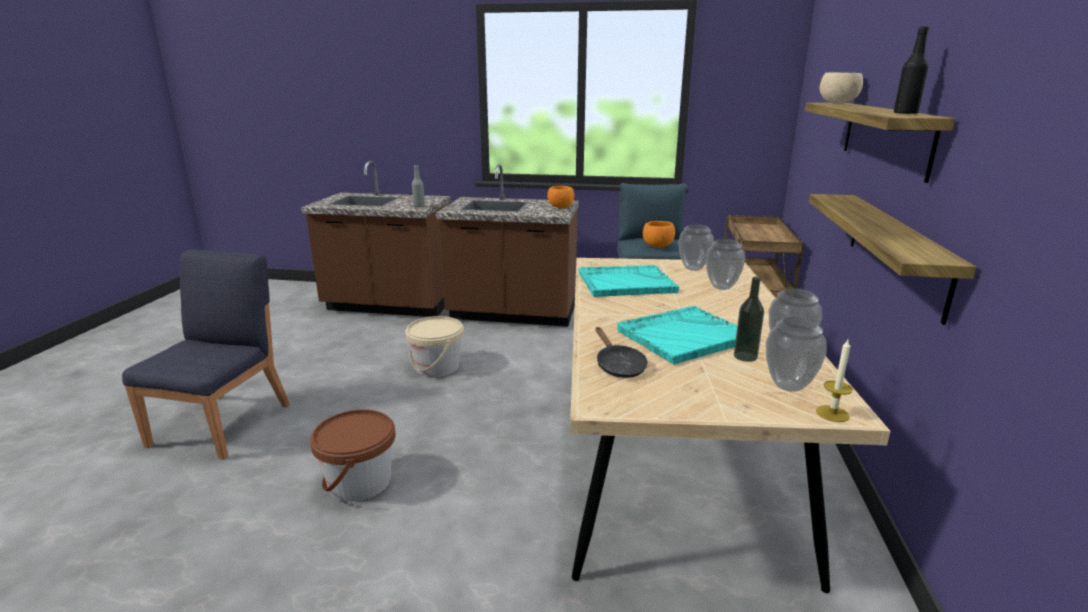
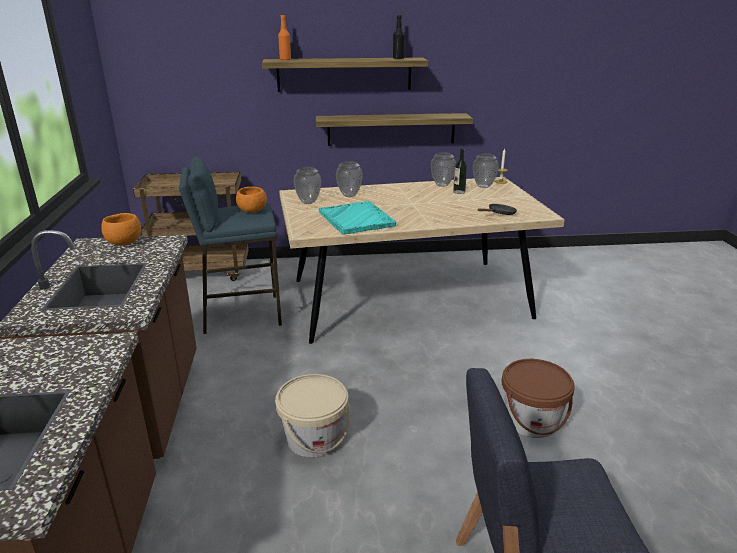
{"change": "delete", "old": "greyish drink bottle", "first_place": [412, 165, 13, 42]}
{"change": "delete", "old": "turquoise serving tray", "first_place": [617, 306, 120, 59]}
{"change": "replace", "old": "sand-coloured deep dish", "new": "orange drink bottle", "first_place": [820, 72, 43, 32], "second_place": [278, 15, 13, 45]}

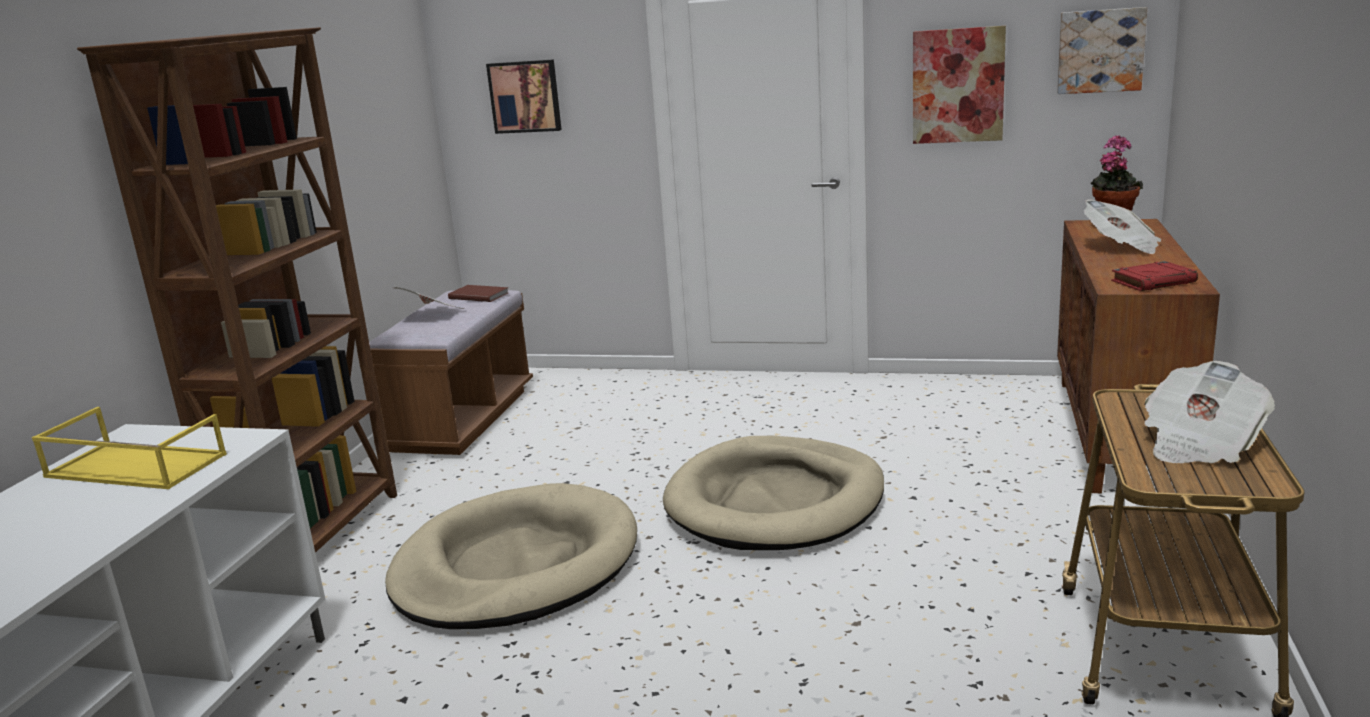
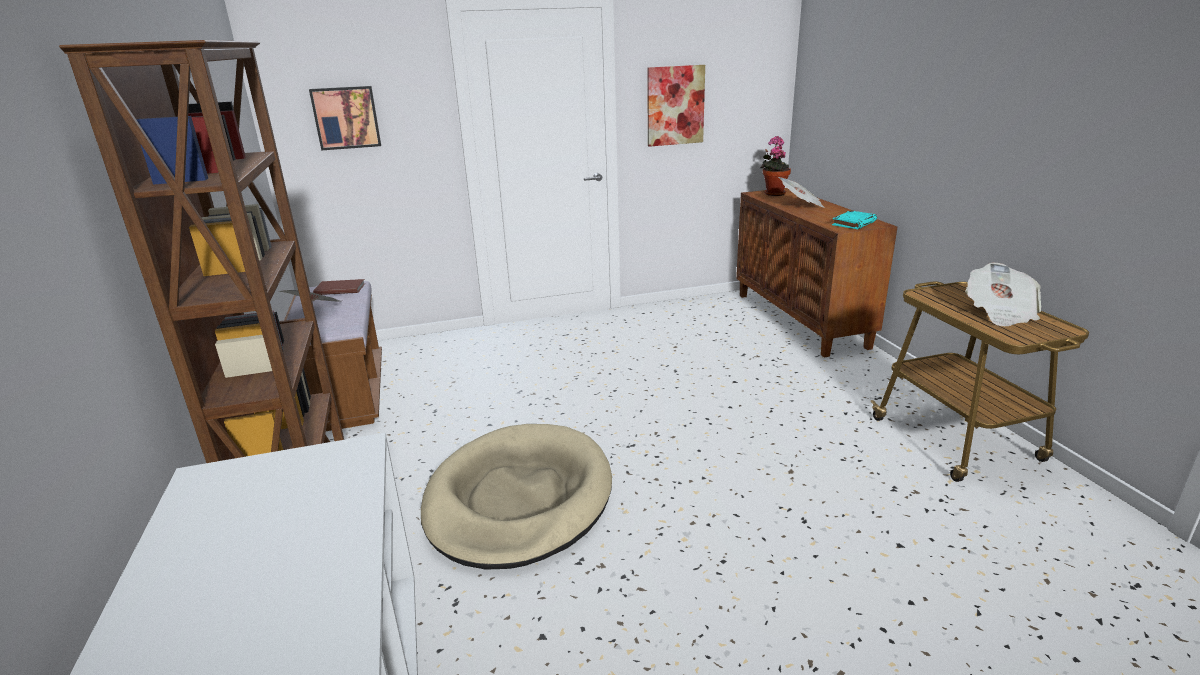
{"change": "delete", "old": "yellow serving tray", "first_place": [32, 407, 195, 82]}
{"change": "delete", "old": "sand-coloured dog bed", "first_place": [663, 436, 221, 114]}
{"change": "delete", "old": "wall art", "first_place": [1057, 7, 90, 87]}
{"change": "recolor", "old": "red volume", "new": "turquoise volume", "first_place": [1111, 261, 87, 30], "second_place": [832, 211, 45, 18]}

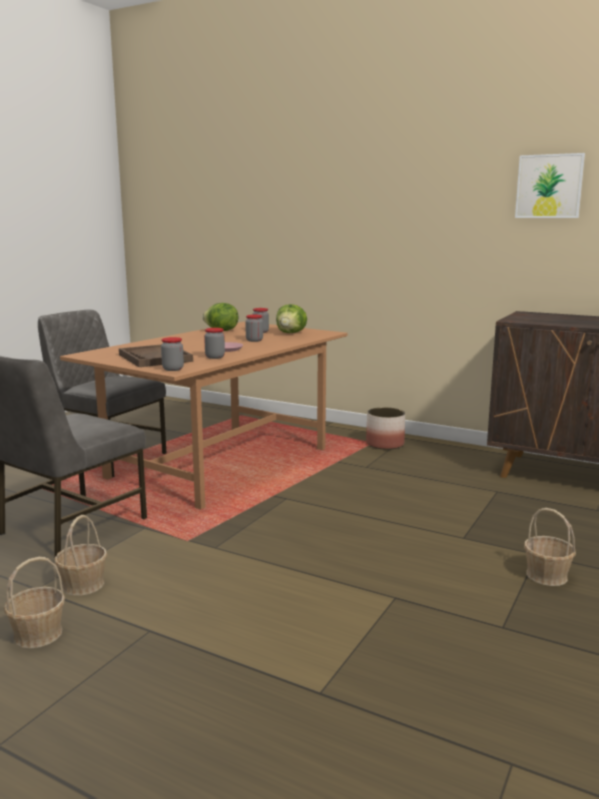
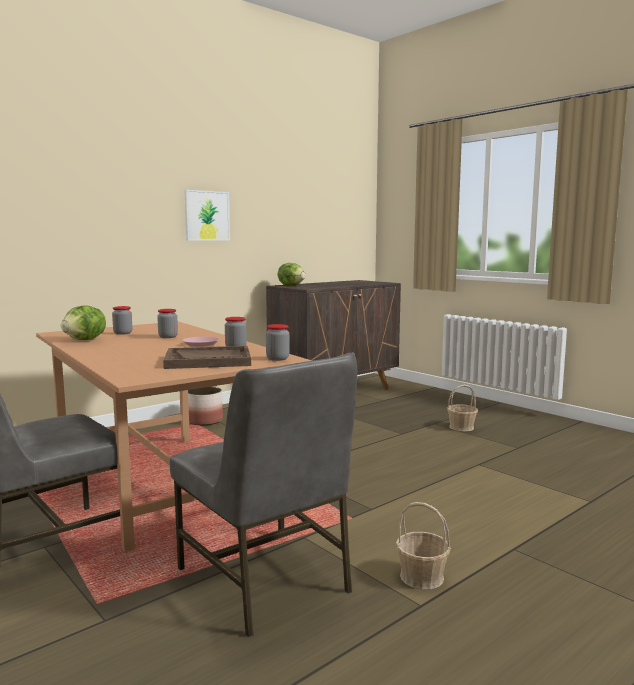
{"change": "delete", "old": "basket", "first_place": [4, 557, 61, 92]}
{"change": "move", "old": "lettuce head", "first_place": [276, 304, 31, 29], "second_place": [278, 263, 28, 23]}
{"change": "move", "old": "wall art", "first_place": [515, 153, 70, 65], "second_place": [185, 190, 45, 51]}

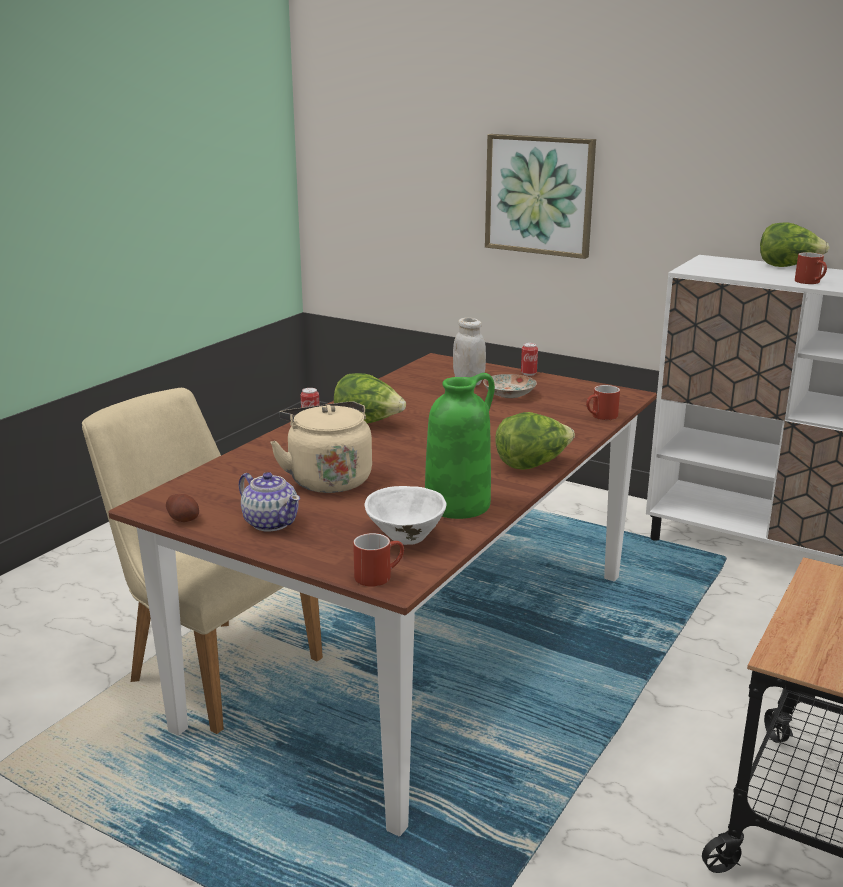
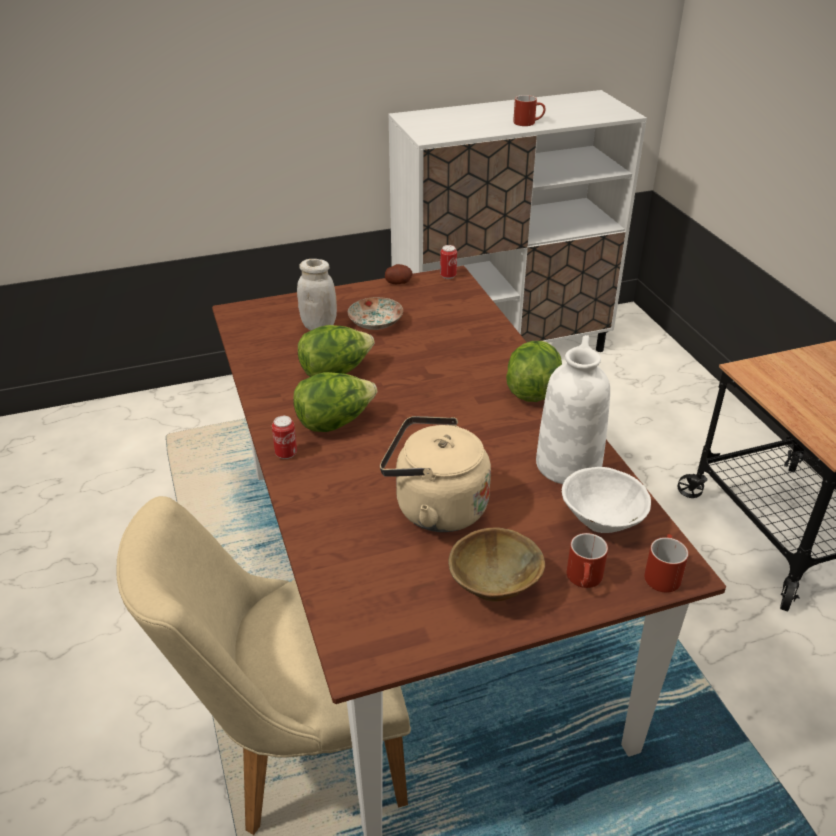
{"change": "move", "old": "potato", "first_place": [166, 494, 33, 28], "second_place": [385, 264, 28, 20]}
{"change": "replace", "old": "pot for tea", "new": "brown deep dish", "first_place": [239, 472, 61, 59], "second_place": [448, 527, 97, 74]}
{"change": "recolor", "old": "greenish flower vase", "new": "whitish flower vase", "first_place": [425, 373, 70, 146], "second_place": [536, 335, 74, 149]}
{"change": "delete", "old": "wall art", "first_place": [485, 134, 111, 125]}
{"change": "move", "old": "sealed can", "first_place": [521, 343, 17, 33], "second_place": [440, 245, 17, 34]}
{"change": "move", "old": "red tea mug", "first_place": [586, 385, 34, 35], "second_place": [567, 533, 41, 55]}
{"change": "move", "old": "lettuce head", "first_place": [760, 222, 69, 45], "second_place": [298, 325, 76, 52]}

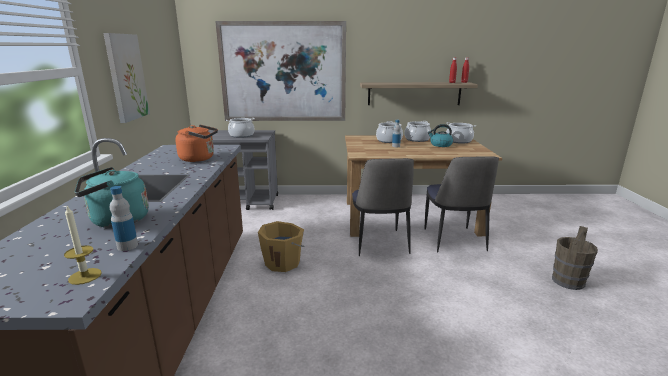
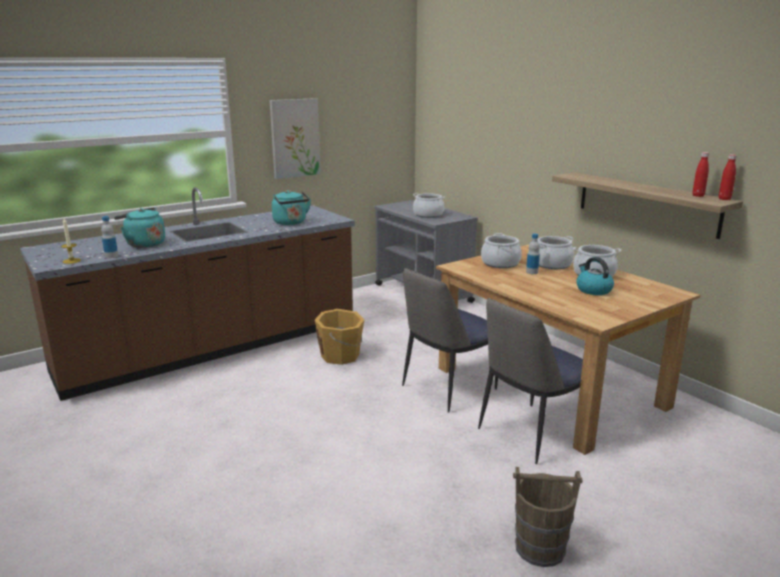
{"change": "recolor", "old": "orange tea kettle", "new": "turquoise tea kettle", "first_place": [175, 125, 43, 37], "second_place": [272, 190, 39, 35]}
{"change": "delete", "old": "wall art", "first_place": [215, 21, 131, 100]}
{"change": "move", "old": "stockpot", "first_place": [446, 122, 30, 22], "second_place": [481, 233, 41, 35]}

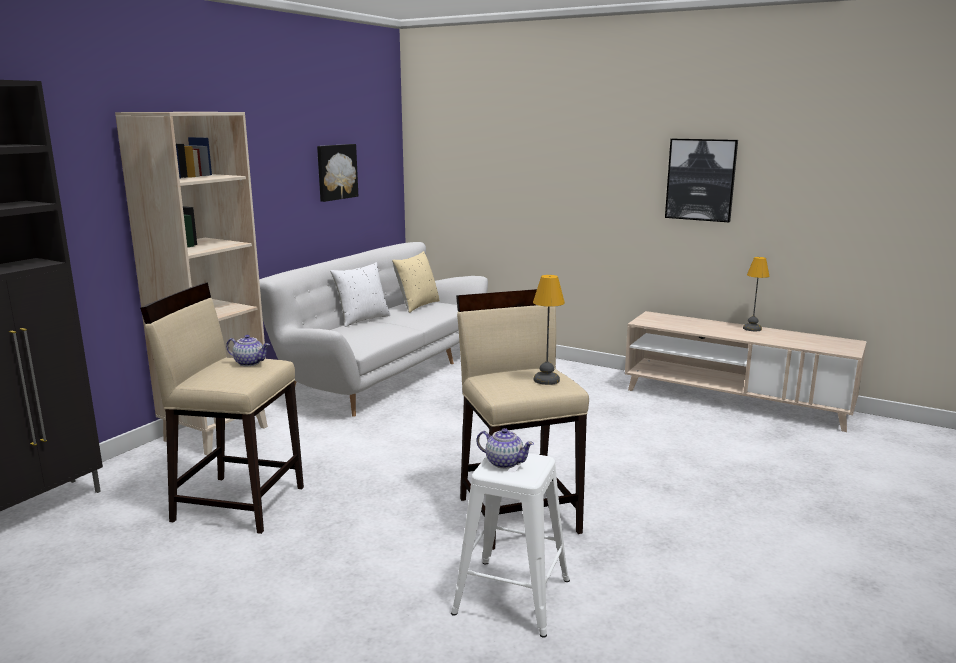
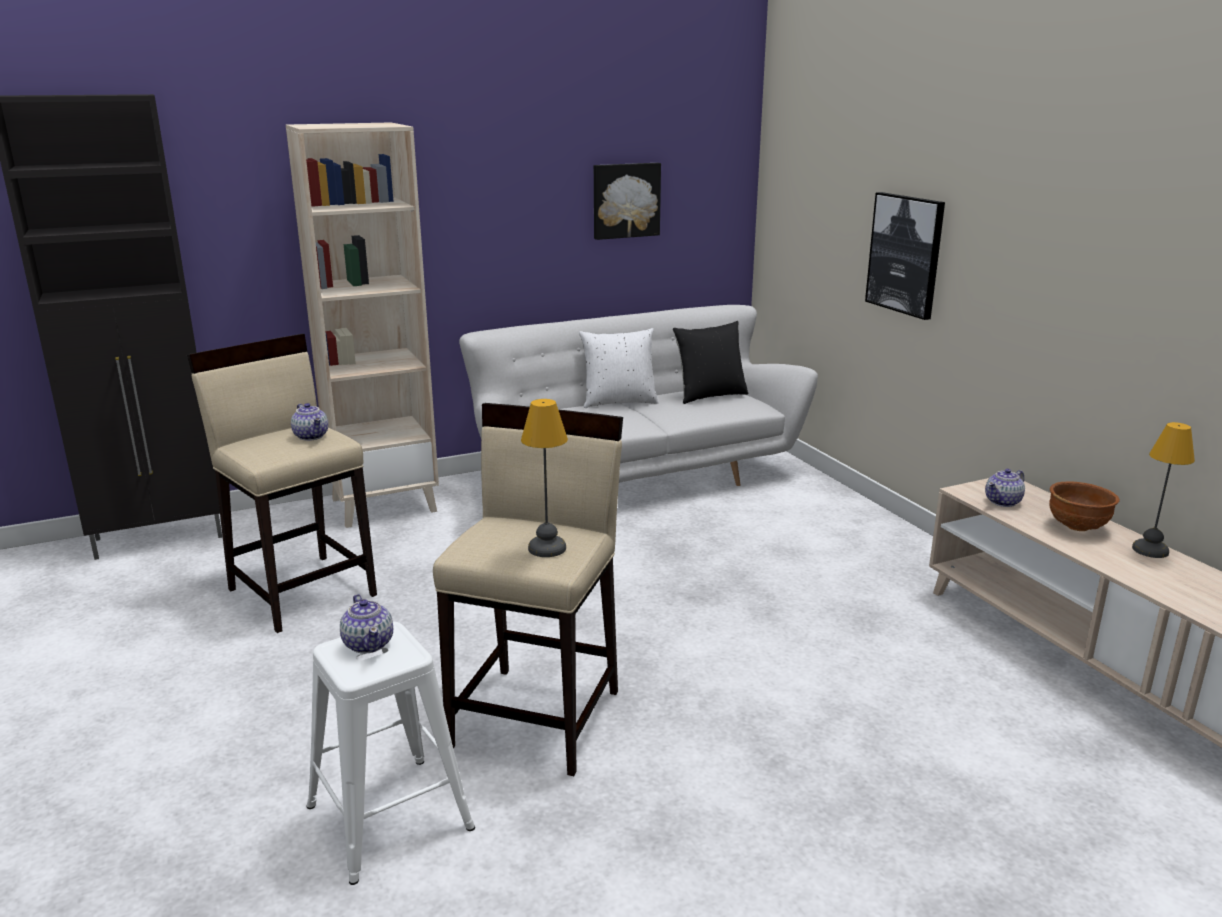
{"change": "recolor", "old": "sand-coloured throw pillow", "new": "black throw pillow", "first_place": [392, 251, 48, 62], "second_place": [673, 321, 75, 83]}
{"change": "move", "old": "wall art", "first_place": [665, 139, 73, 83], "second_place": [865, 192, 80, 128]}
{"change": "insert", "new": "pot for tea", "second_place": [985, 469, 40, 38]}
{"change": "insert", "new": "brown deep dish", "second_place": [1049, 482, 71, 49]}

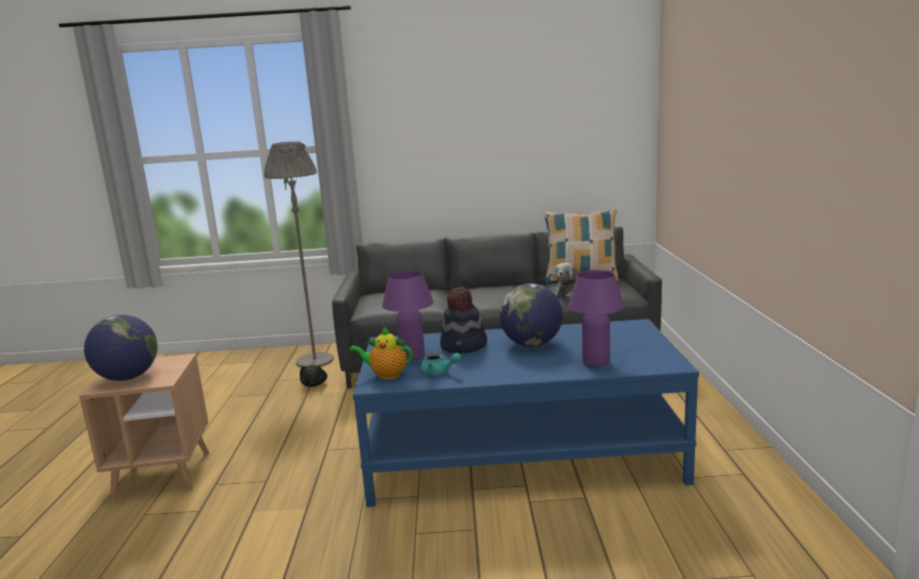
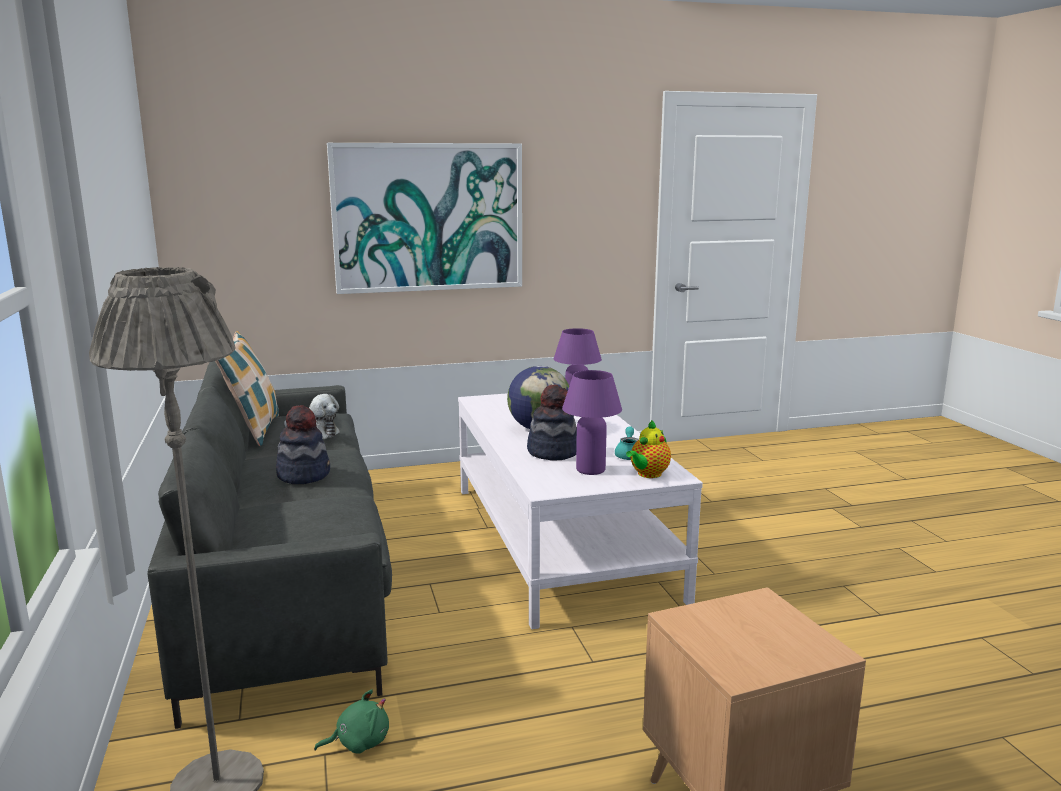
{"change": "delete", "old": "globe", "first_place": [84, 315, 74, 66]}
{"change": "recolor", "old": "black soft toy", "new": "greenish soft toy", "first_place": [300, 365, 27, 22], "second_place": [314, 689, 75, 65]}
{"change": "rotate", "old": "pot for tea", "first_place": [350, 326, 63, 54], "second_place": [626, 420, 45, 58], "degrees": 45}
{"change": "recolor", "old": "blue-coloured lounge table", "new": "whitish lounge table", "first_place": [353, 319, 346, 188], "second_place": [458, 393, 245, 236]}
{"change": "insert", "new": "clothing hat", "second_place": [276, 405, 54, 79]}
{"change": "insert", "new": "wall art", "second_place": [327, 143, 195, 151]}

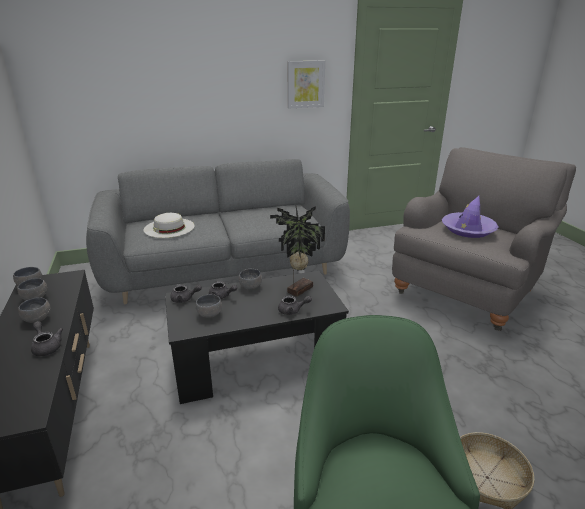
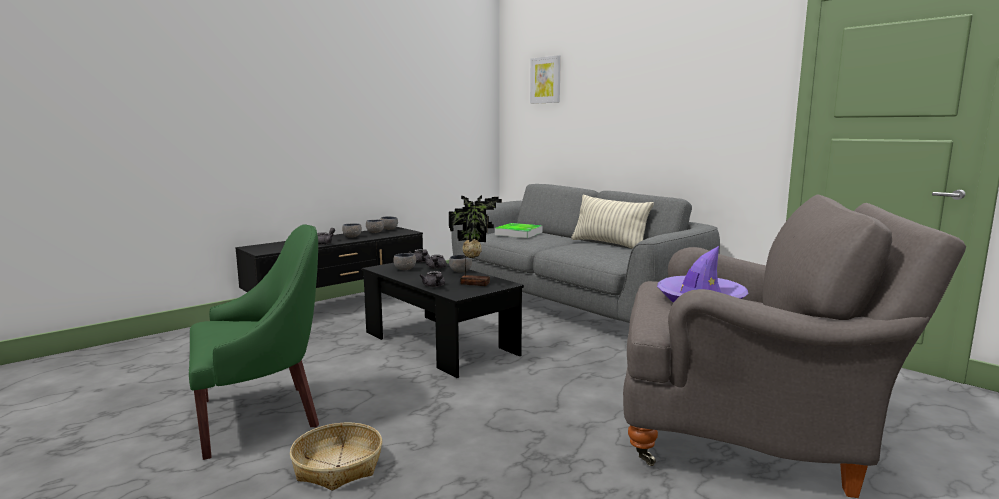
{"change": "replace", "old": "whitish clothing hat", "new": "serving tray", "first_place": [144, 213, 51, 25], "second_place": [495, 223, 48, 15]}
{"change": "move", "old": "wall art", "first_place": [288, 61, 37, 47], "second_place": [530, 55, 31, 49]}
{"change": "insert", "new": "throw pillow", "second_place": [571, 195, 83, 54]}

